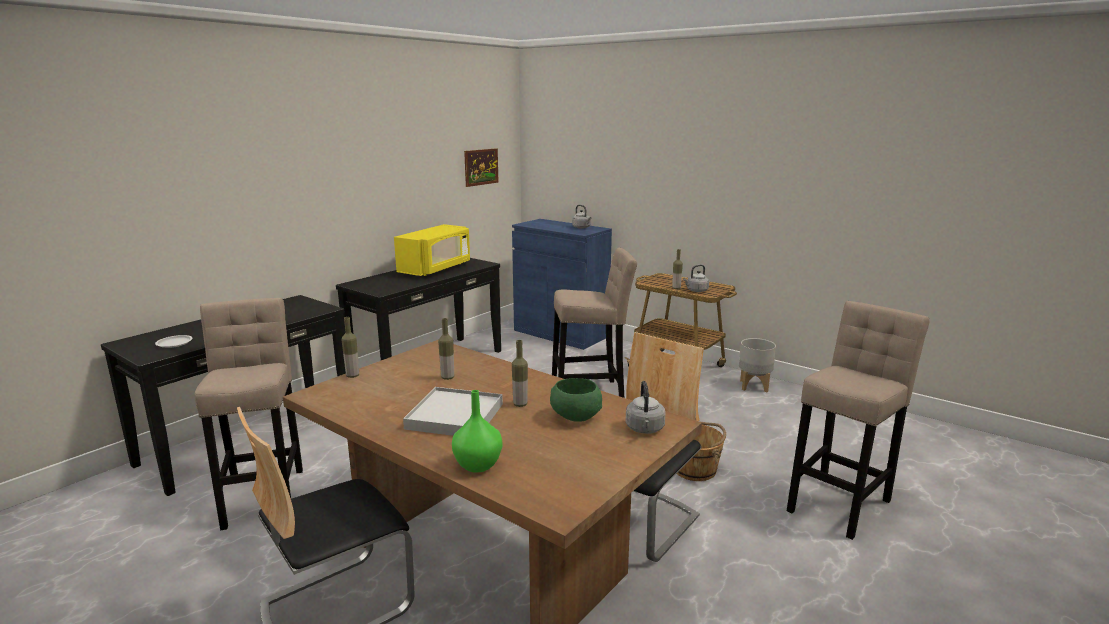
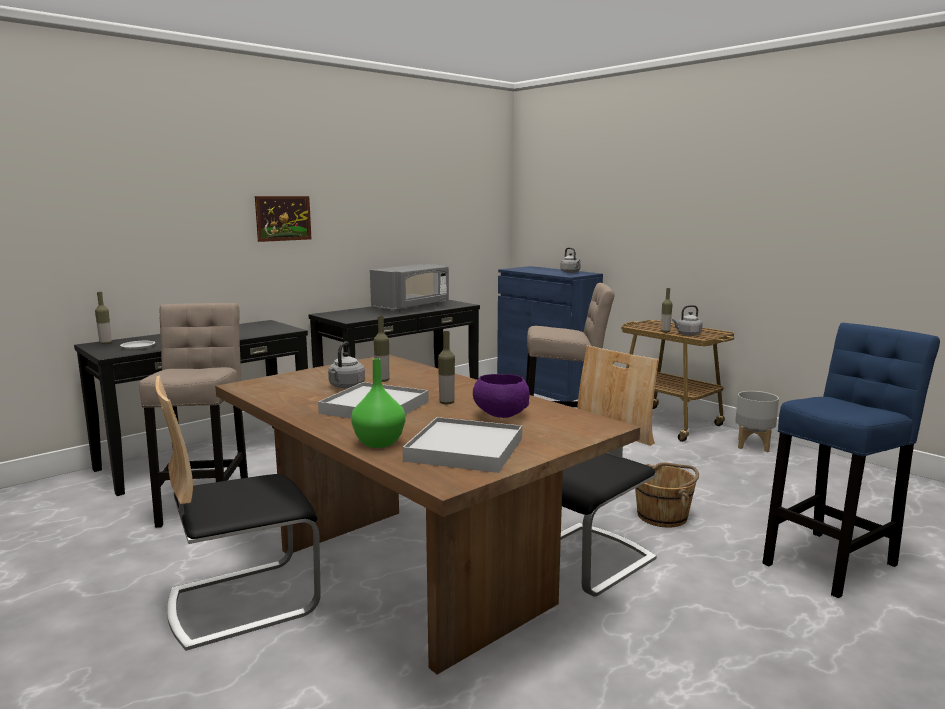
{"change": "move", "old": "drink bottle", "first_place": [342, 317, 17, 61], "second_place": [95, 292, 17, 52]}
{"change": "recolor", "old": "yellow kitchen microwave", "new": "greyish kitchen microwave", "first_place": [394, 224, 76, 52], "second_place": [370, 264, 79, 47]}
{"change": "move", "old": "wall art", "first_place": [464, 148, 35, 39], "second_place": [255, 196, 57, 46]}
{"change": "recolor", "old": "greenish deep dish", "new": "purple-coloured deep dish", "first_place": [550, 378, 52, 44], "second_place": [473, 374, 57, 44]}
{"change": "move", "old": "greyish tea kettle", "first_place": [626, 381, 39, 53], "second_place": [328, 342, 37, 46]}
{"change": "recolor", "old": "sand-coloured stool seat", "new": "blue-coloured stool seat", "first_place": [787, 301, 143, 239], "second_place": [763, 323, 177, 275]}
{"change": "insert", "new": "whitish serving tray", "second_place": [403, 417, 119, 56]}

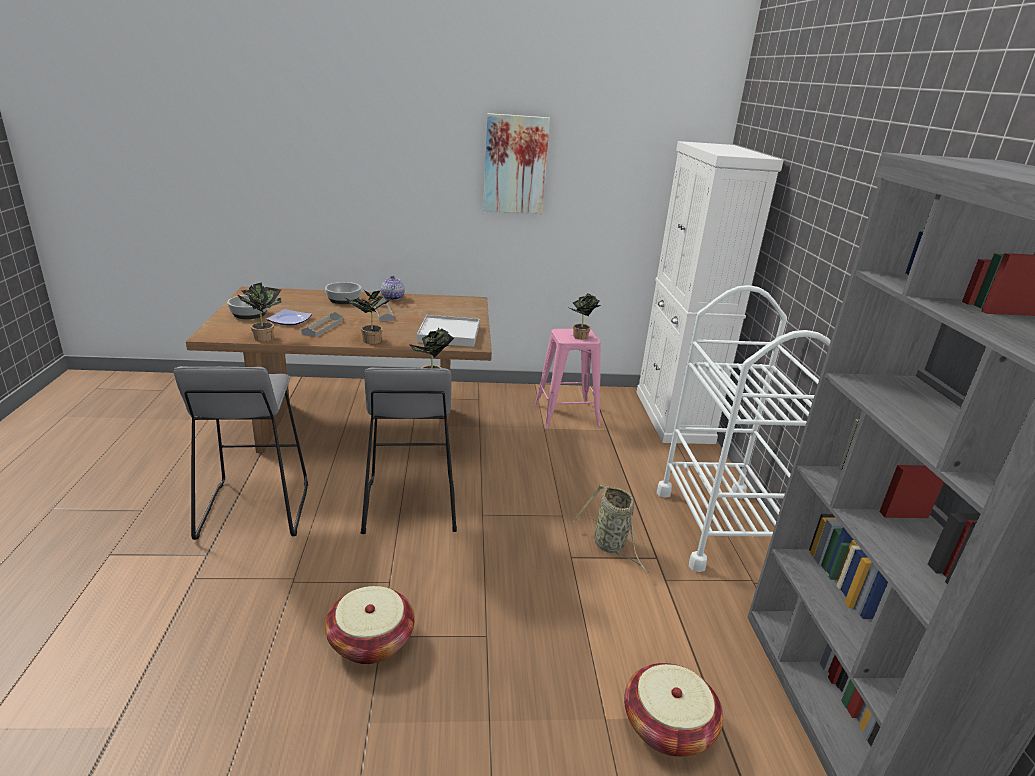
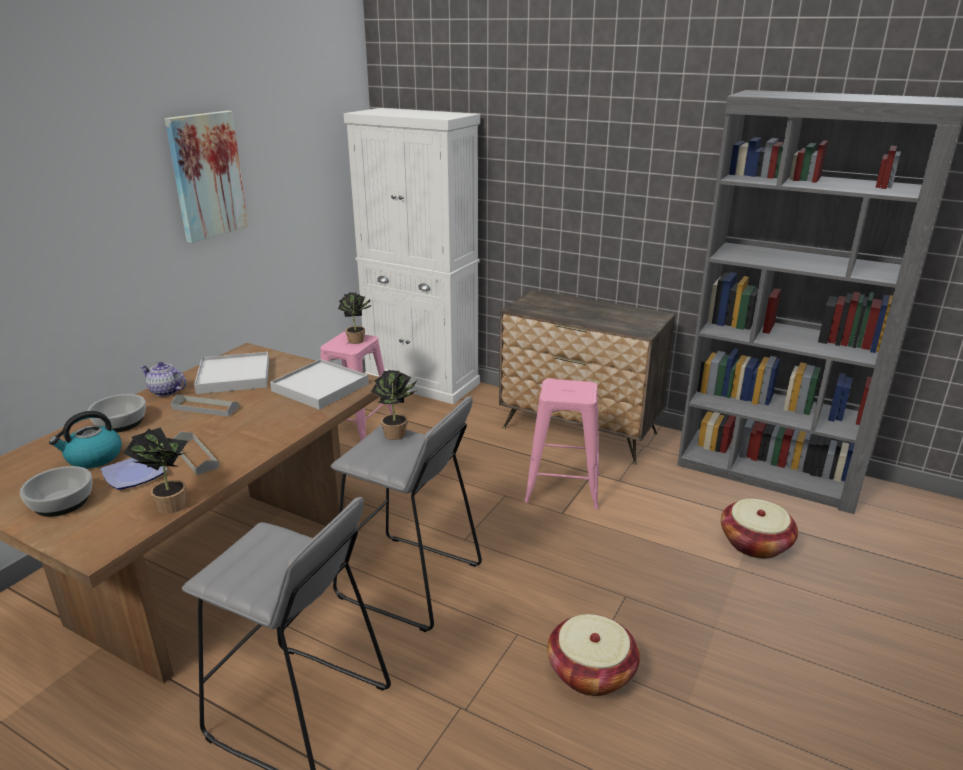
{"change": "delete", "old": "plant in a pot", "first_place": [346, 290, 43, 54]}
{"change": "replace", "old": "basket", "new": "pink-coloured stool seat", "first_place": [573, 484, 76, 89], "second_place": [524, 379, 76, 130]}
{"change": "replace", "old": "whitish wheeled cart", "new": "dresser", "first_place": [657, 285, 174, 287], "second_place": [499, 289, 176, 176]}
{"change": "insert", "new": "tea kettle", "second_place": [49, 411, 73, 57]}
{"change": "insert", "new": "whitish serving tray", "second_place": [194, 352, 75, 42]}

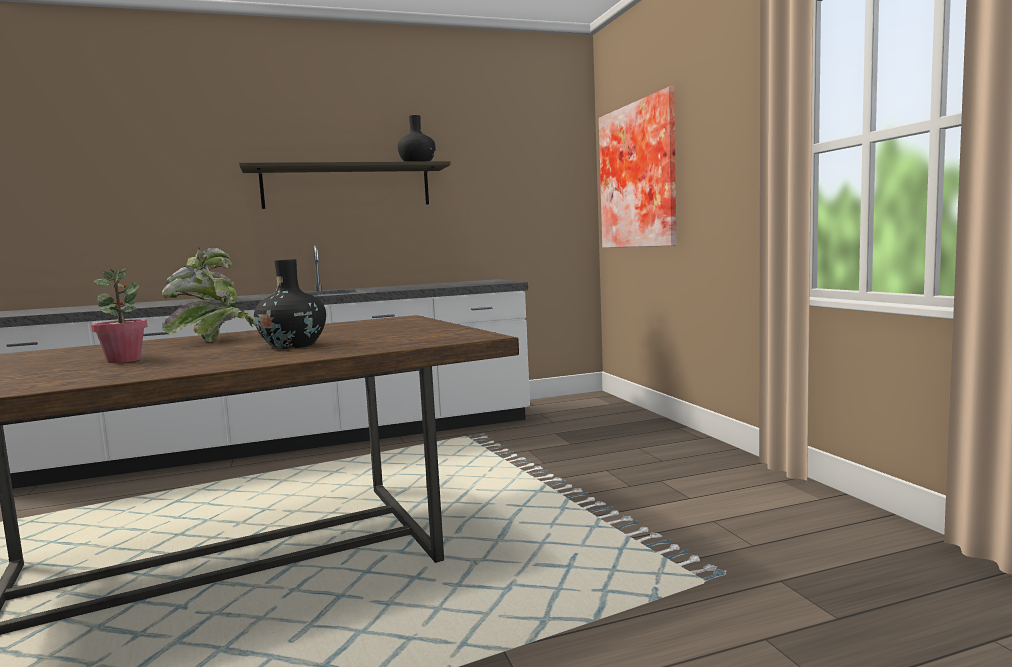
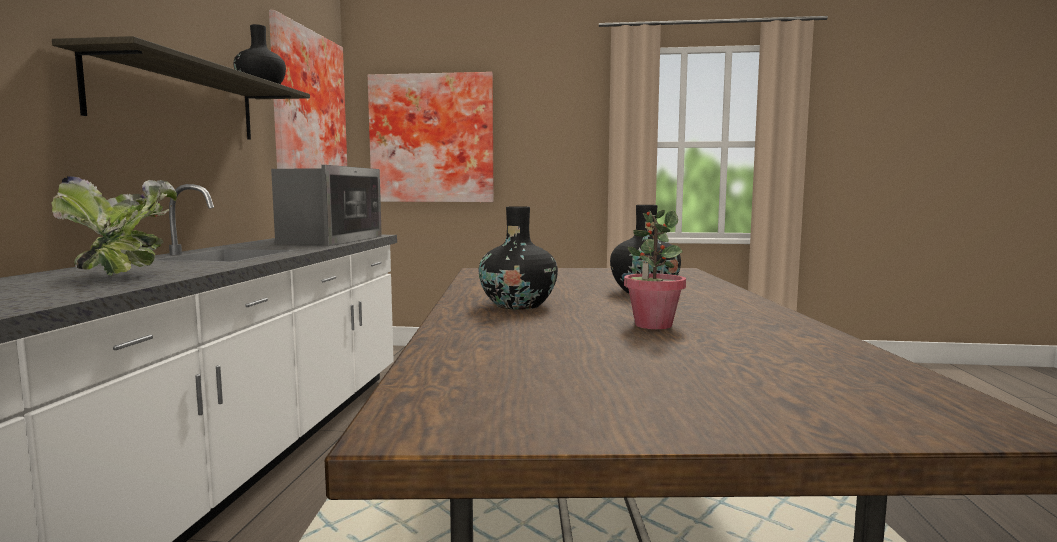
{"change": "replace", "old": "plant in a pot", "new": "black flower vase", "first_place": [162, 264, 93, 78], "second_place": [479, 206, 79, 104]}
{"change": "insert", "new": "wall art", "second_place": [269, 10, 78, 159]}
{"change": "insert", "new": "kitchen microwave", "second_place": [271, 165, 111, 81]}

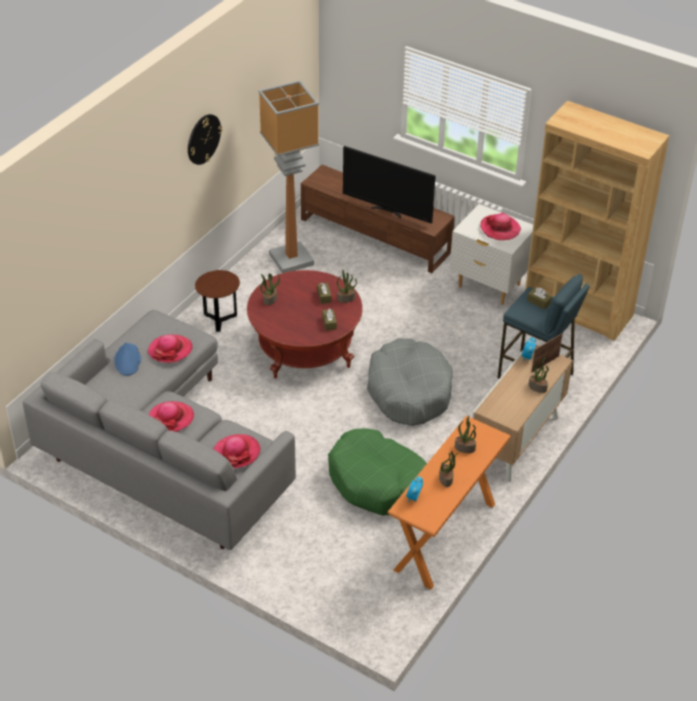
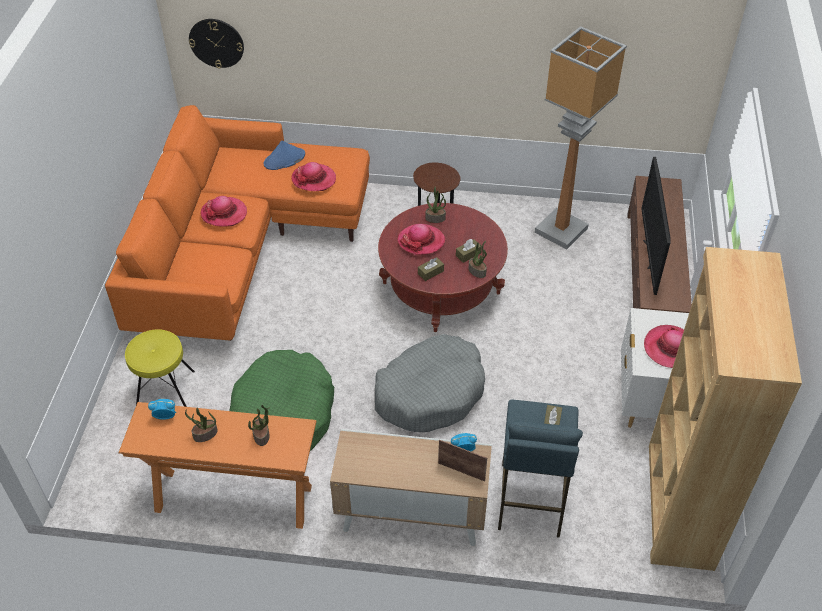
{"change": "recolor", "old": "greyish couch", "new": "orange couch", "first_place": [22, 310, 274, 240], "second_place": [105, 105, 265, 236]}
{"change": "move", "old": "clock on the wall", "first_place": [188, 114, 34, 51], "second_place": [189, 19, 55, 49]}
{"change": "move", "old": "clothing hat", "first_place": [213, 434, 47, 34], "second_place": [397, 224, 48, 31]}
{"change": "delete", "old": "plant in a pot", "first_place": [529, 357, 20, 36]}
{"change": "insert", "new": "yellow stool seat", "second_place": [125, 329, 70, 78]}

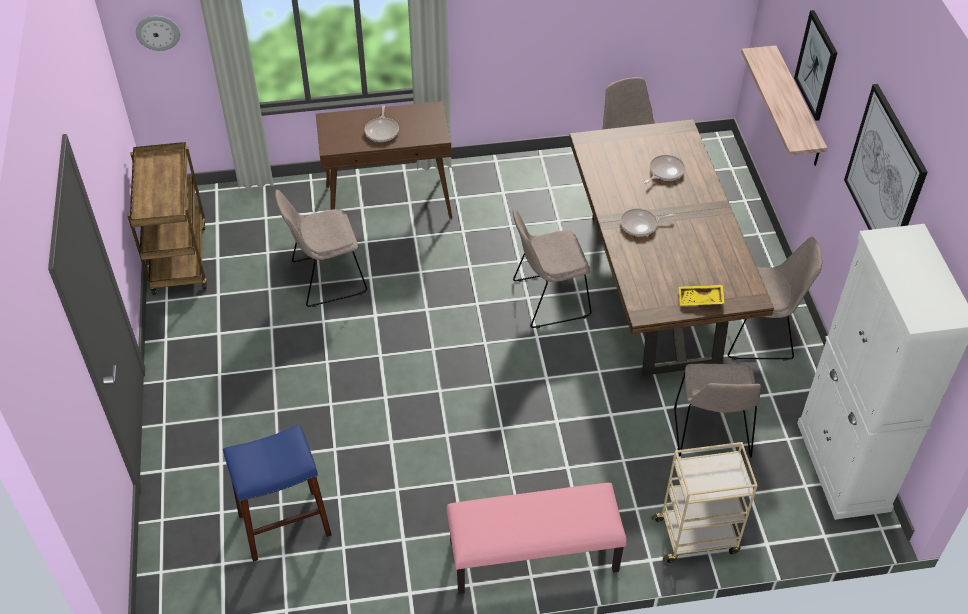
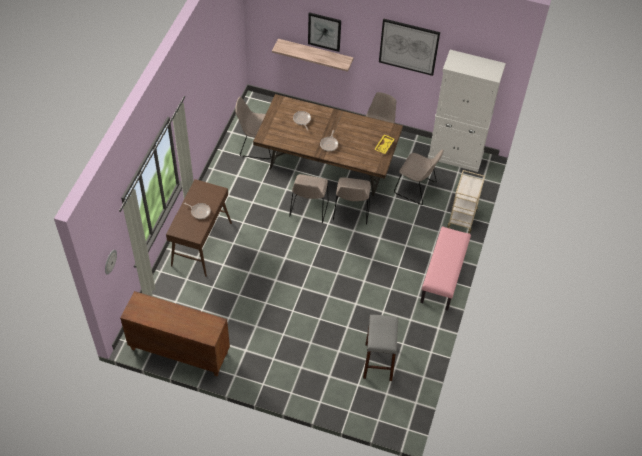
{"change": "replace", "old": "brown wheeled cart", "new": "brown cupboard", "first_place": [127, 142, 80, 153], "second_place": [120, 291, 110, 85]}
{"change": "recolor", "old": "blue-coloured stool seat", "new": "greyish stool seat", "first_place": [223, 425, 109, 137], "second_place": [363, 315, 35, 66]}
{"change": "move", "old": "sand-coloured upright chair", "first_place": [275, 190, 92, 117], "second_place": [333, 177, 37, 48]}

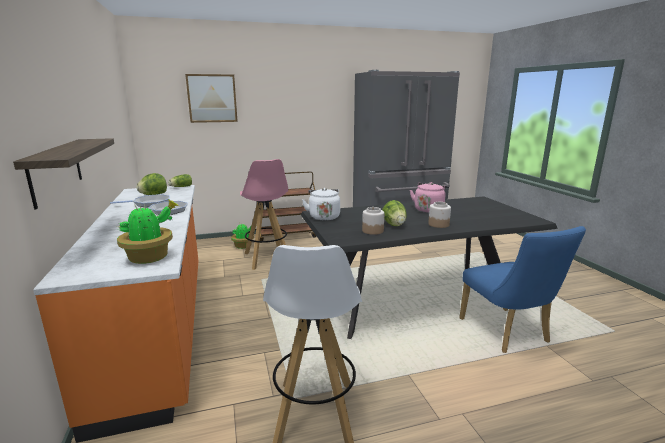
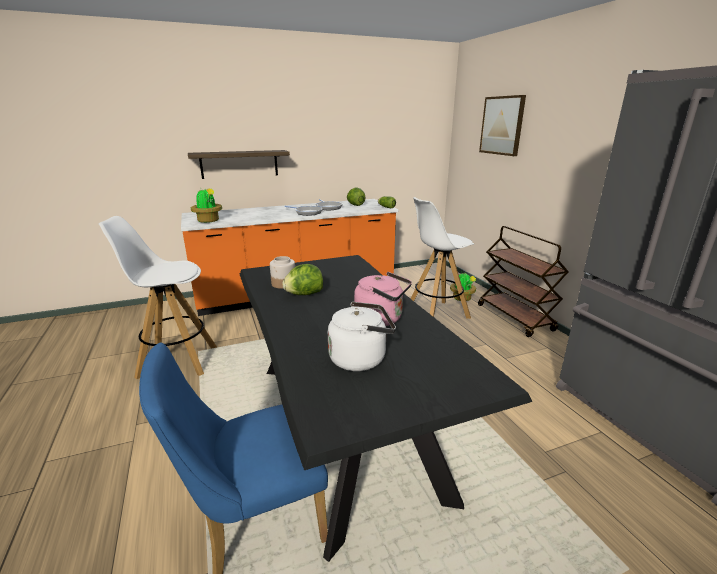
{"change": "recolor", "old": "pink-coloured stool seat", "new": "whitish stool seat", "first_place": [240, 159, 48, 111], "second_place": [411, 197, 63, 122]}
{"change": "move", "old": "whitish tea kettle", "first_place": [302, 188, 38, 33], "second_place": [328, 302, 68, 69]}
{"change": "delete", "old": "preserve jar", "first_place": [428, 202, 23, 26]}

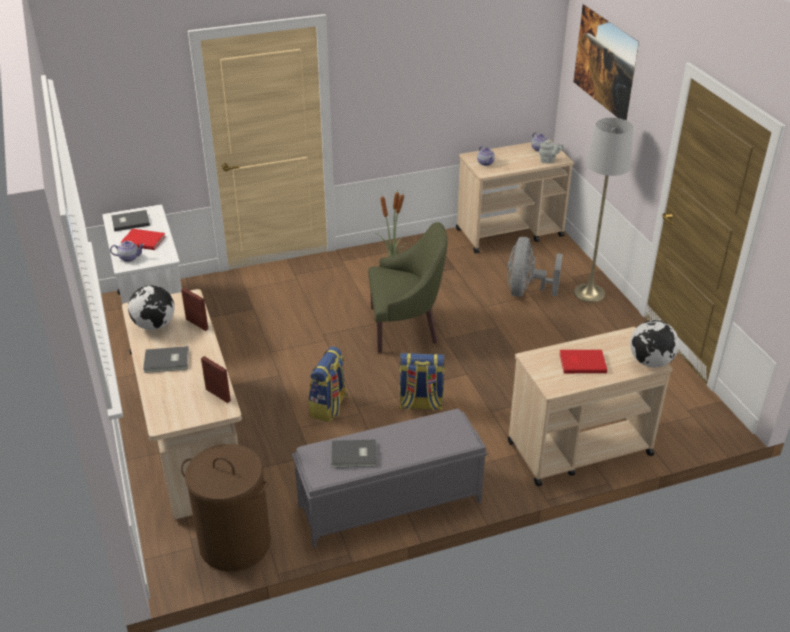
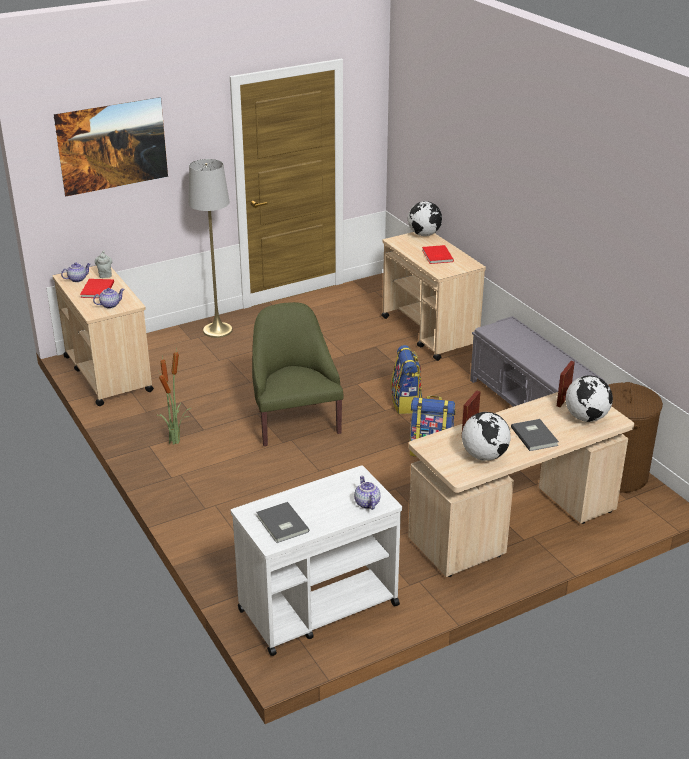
{"change": "move", "old": "red volume", "first_place": [121, 229, 45, 21], "second_place": [80, 279, 34, 19]}
{"change": "delete", "old": "greyish volume", "first_place": [331, 439, 46, 29]}
{"change": "delete", "old": "greyish cooling fan", "first_place": [508, 237, 55, 60]}
{"change": "insert", "new": "globe", "second_place": [565, 376, 48, 46]}

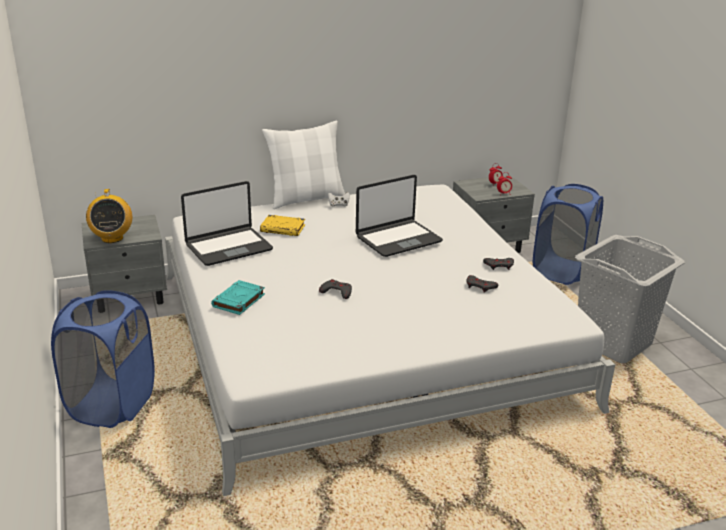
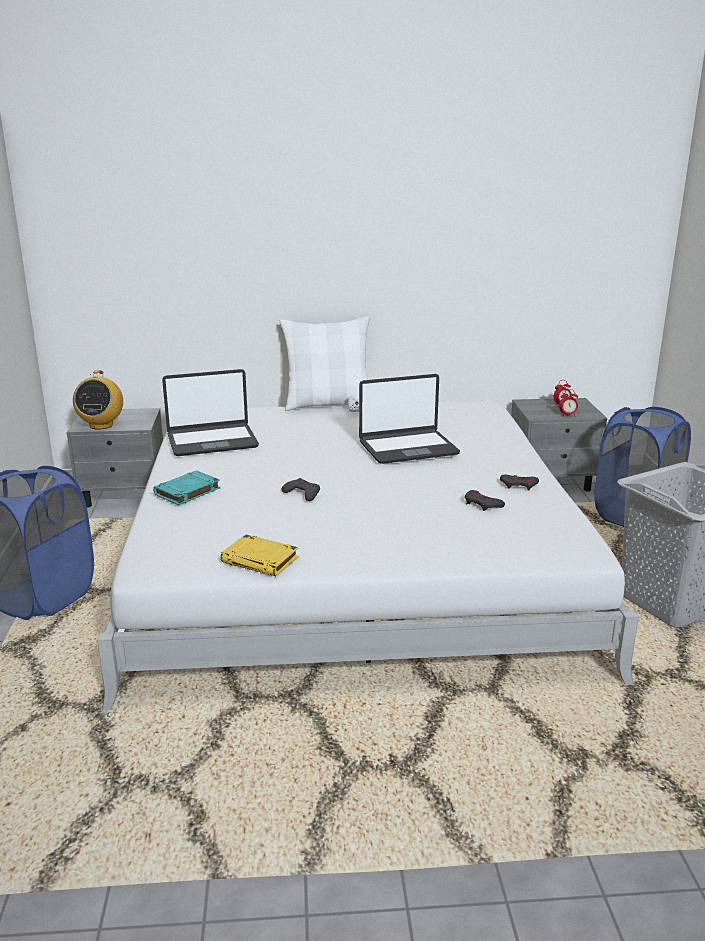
{"change": "move", "old": "yellow volume", "first_place": [260, 215, 45, 21], "second_place": [221, 534, 78, 42]}

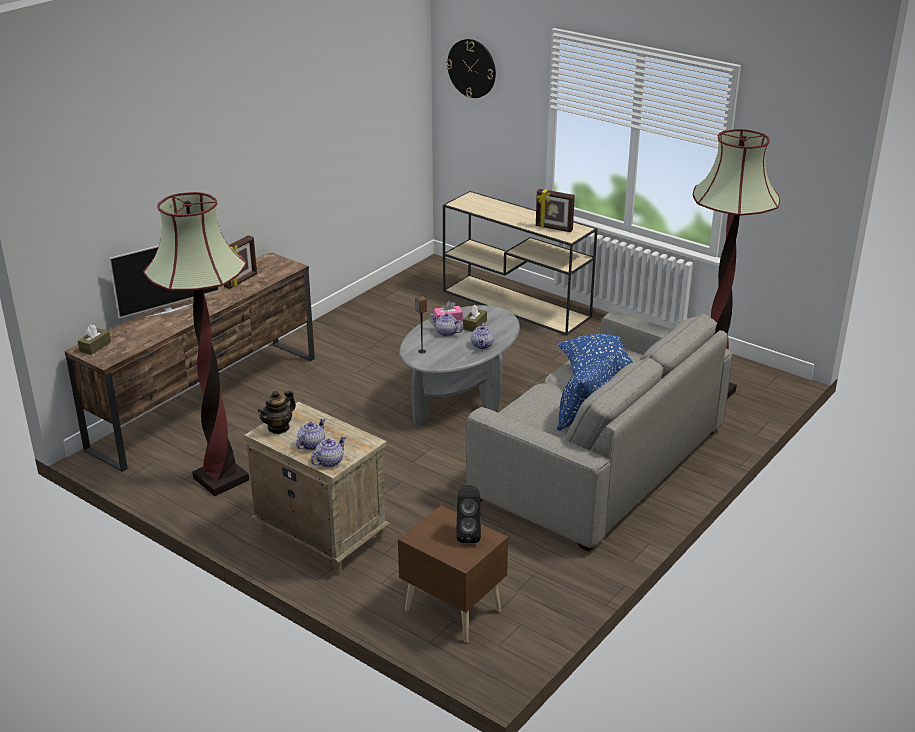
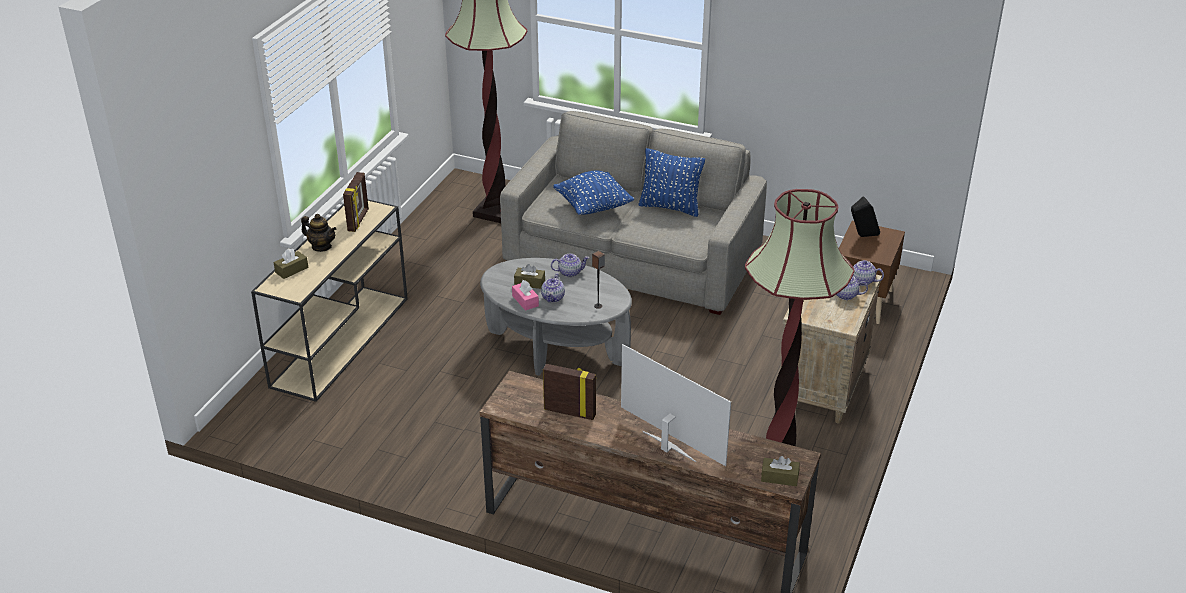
{"change": "move", "old": "pot for tea", "first_place": [258, 390, 38, 44], "second_place": [301, 214, 36, 38]}
{"change": "delete", "old": "clock on the wall", "first_place": [446, 39, 50, 59]}
{"change": "insert", "new": "brown tissue box", "second_place": [274, 248, 34, 31]}

